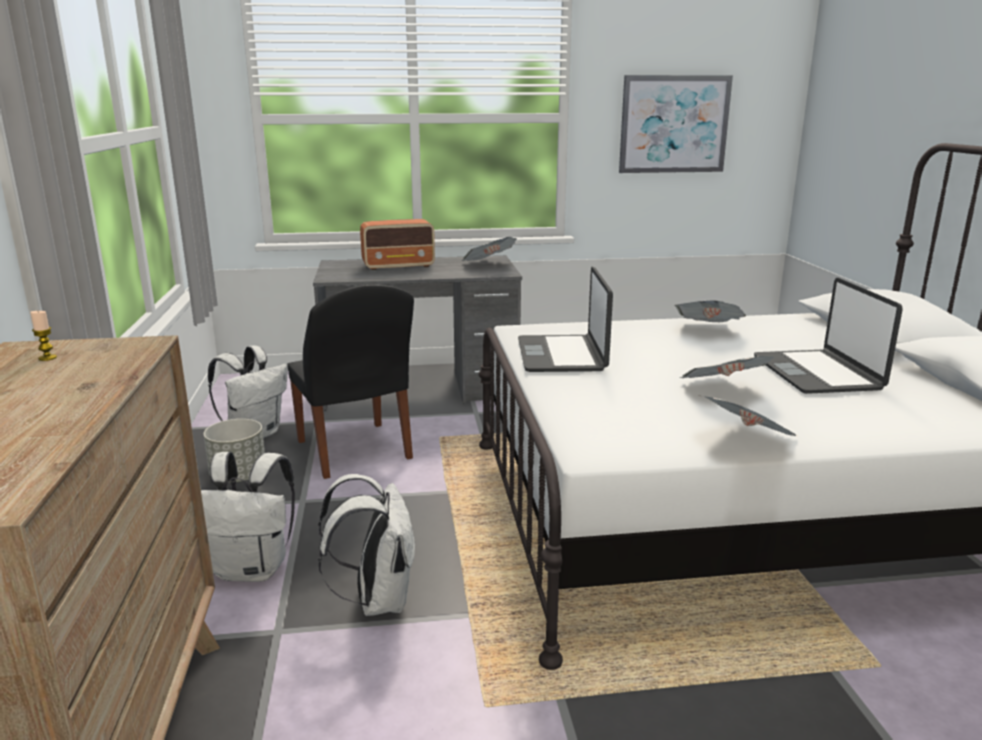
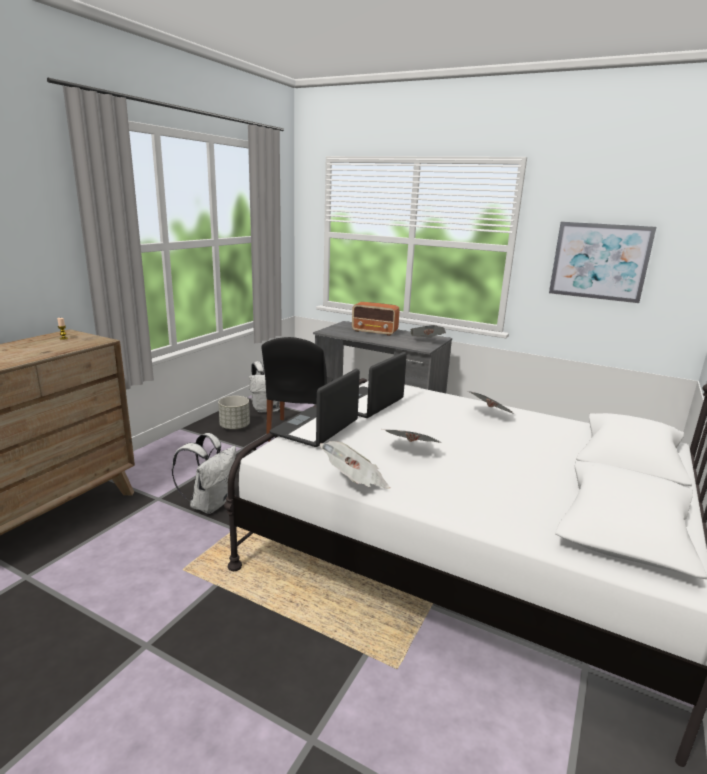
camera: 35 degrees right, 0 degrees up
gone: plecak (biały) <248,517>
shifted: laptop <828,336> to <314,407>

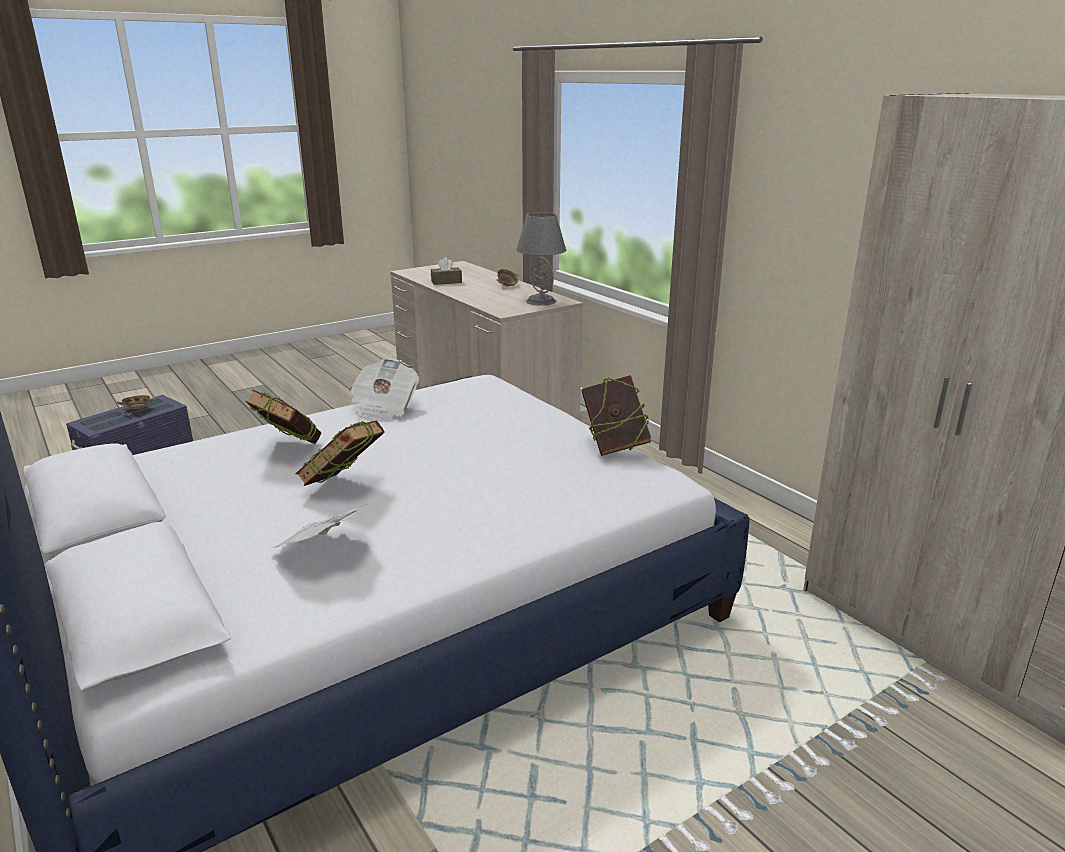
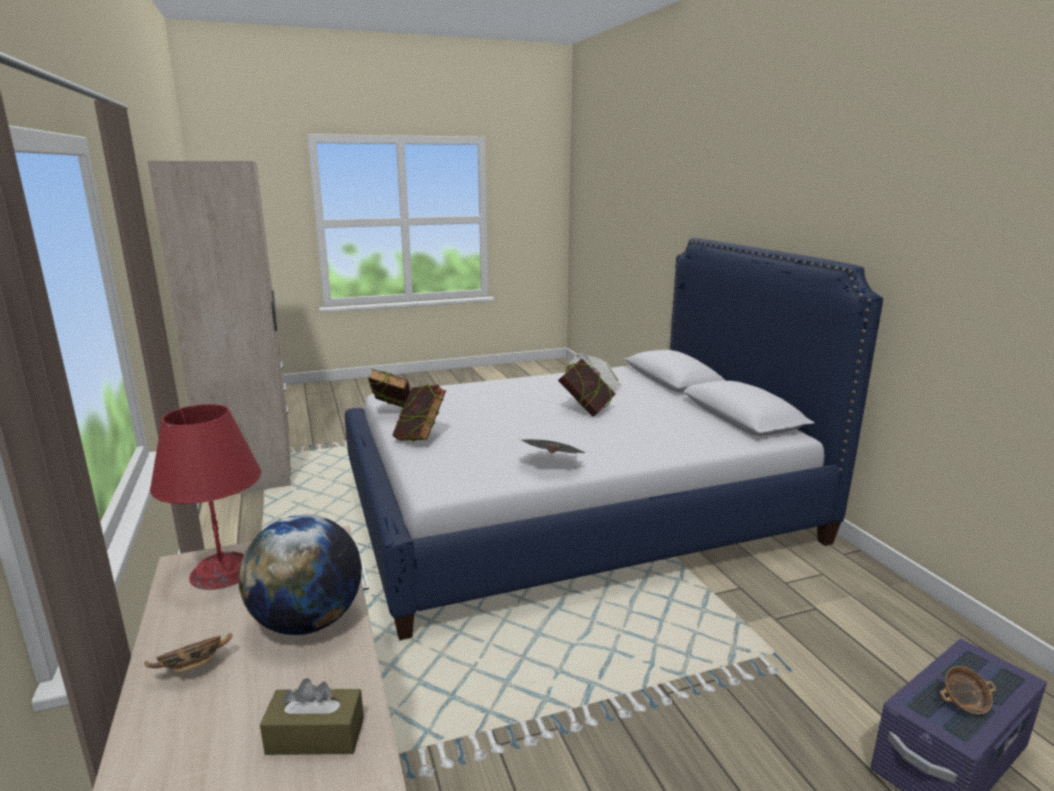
camera: 165 degrees left, 5 degrees down
new: globus <300,574>
shifted: książka <283,416> to <419,412>
repainted: lampa stołowa (szary) <541,259> to lampa stołowa (czerwony) <205,497>

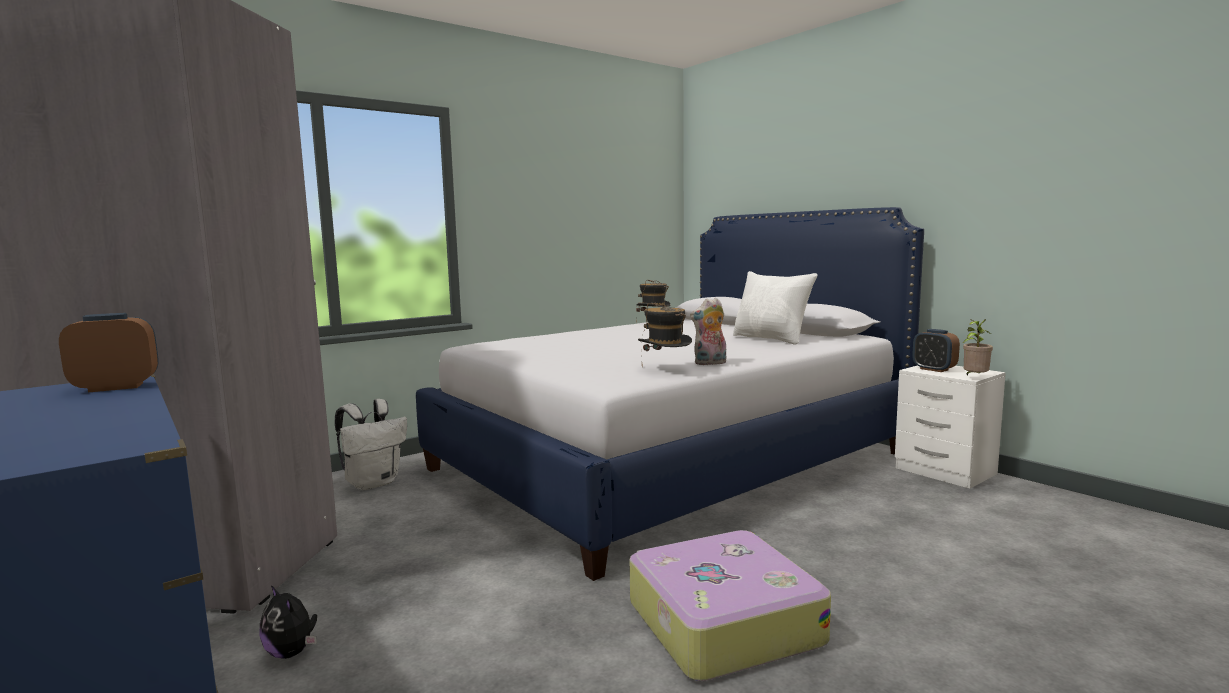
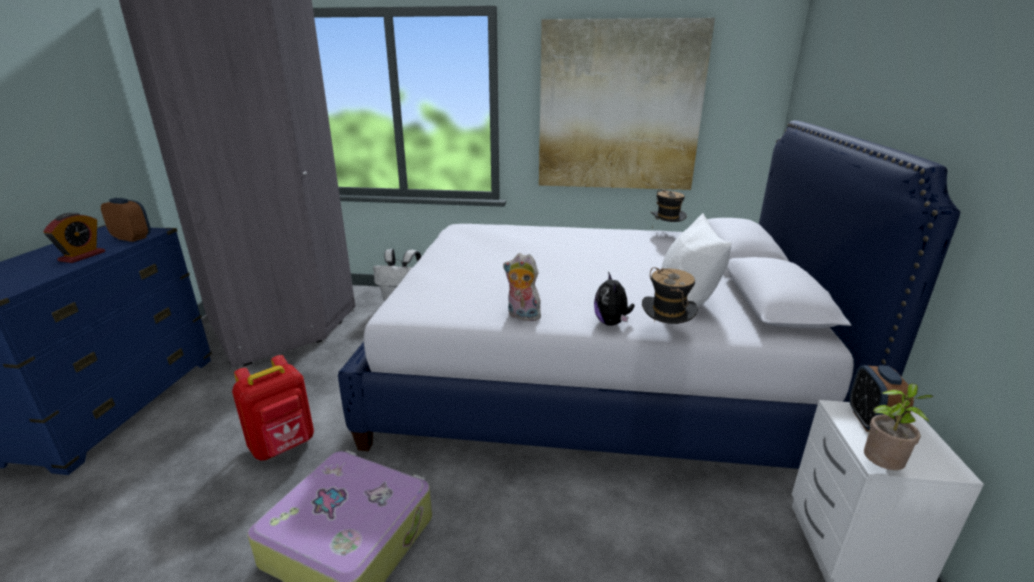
camera: 45 degrees right, 15 degrees up
new: budzik <74,238>; plecak (czerwony) <273,408>; obraz <627,104>
shifted: pluszak <288,622> to <614,299>; kapelusz <665,328> to <670,295>

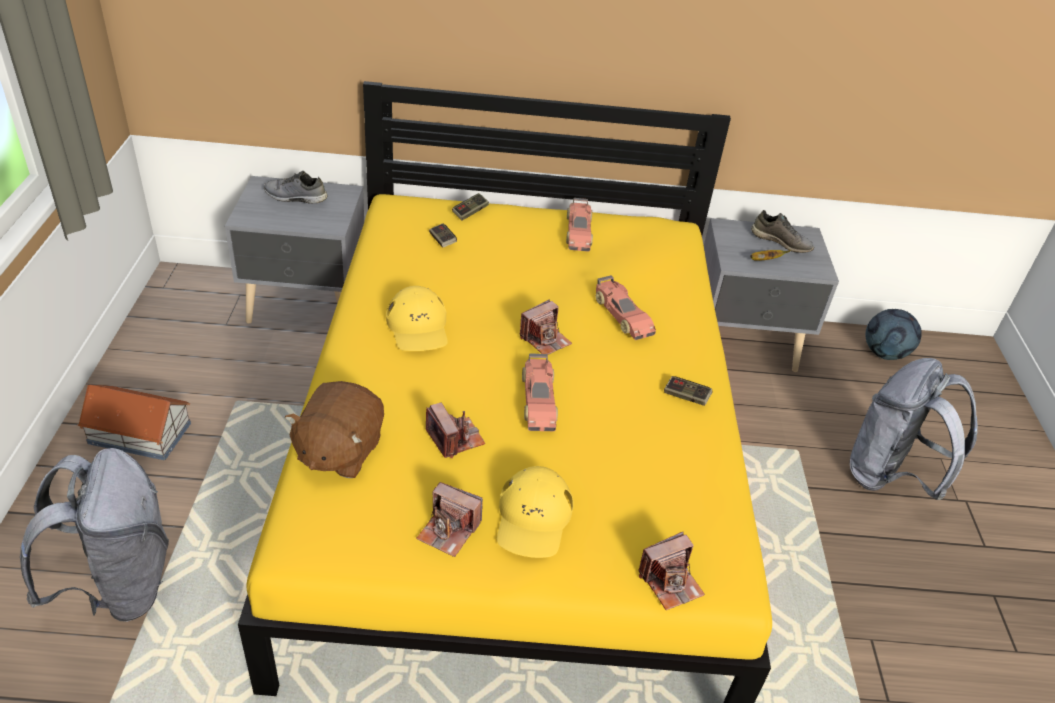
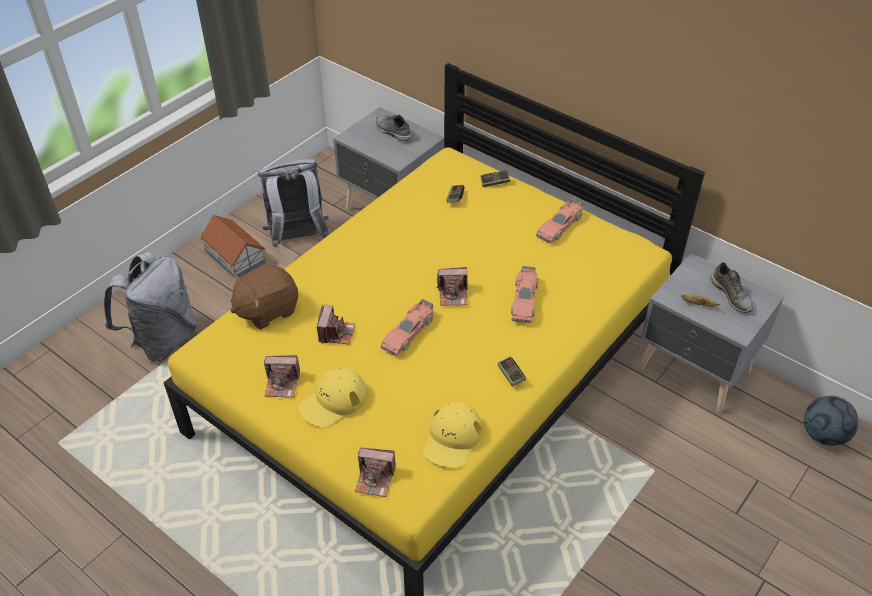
camera: 40 degrees right, 5 degrees up
shifted: czapka z daszkiem (żółty) <417,318> to <452,435>; plecak (szary) <914,429> to <293,203>
rotated: aparat fotograficzny <449,519> = <282,376> 60 degrees counterclockwise

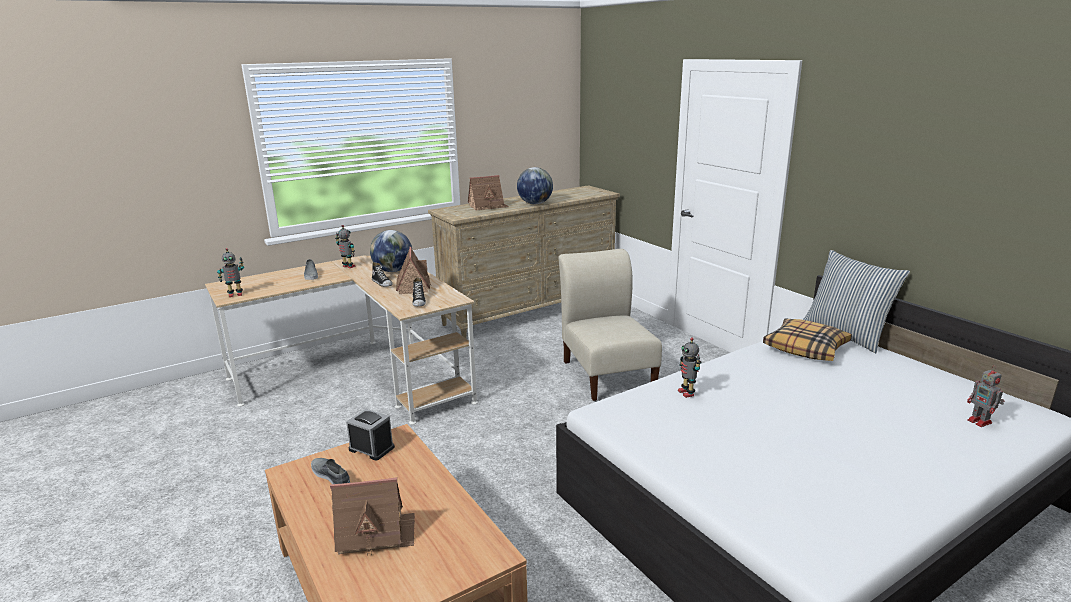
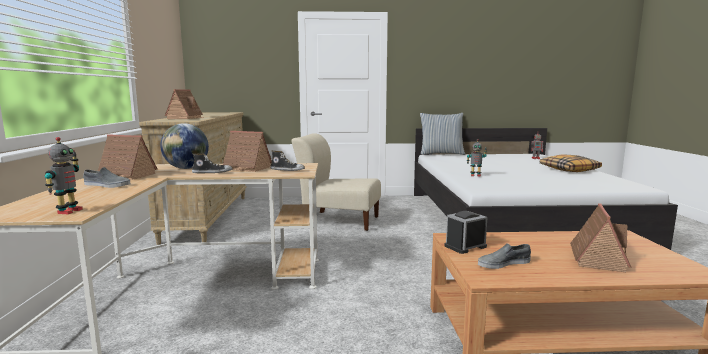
camera: 60 degrees left, 10 degrees down
gone: globus <535,185>
shifted: poduszka <807,340> to <571,163>
swapped: robot zabawkowy <345,246> to domek <128,157>

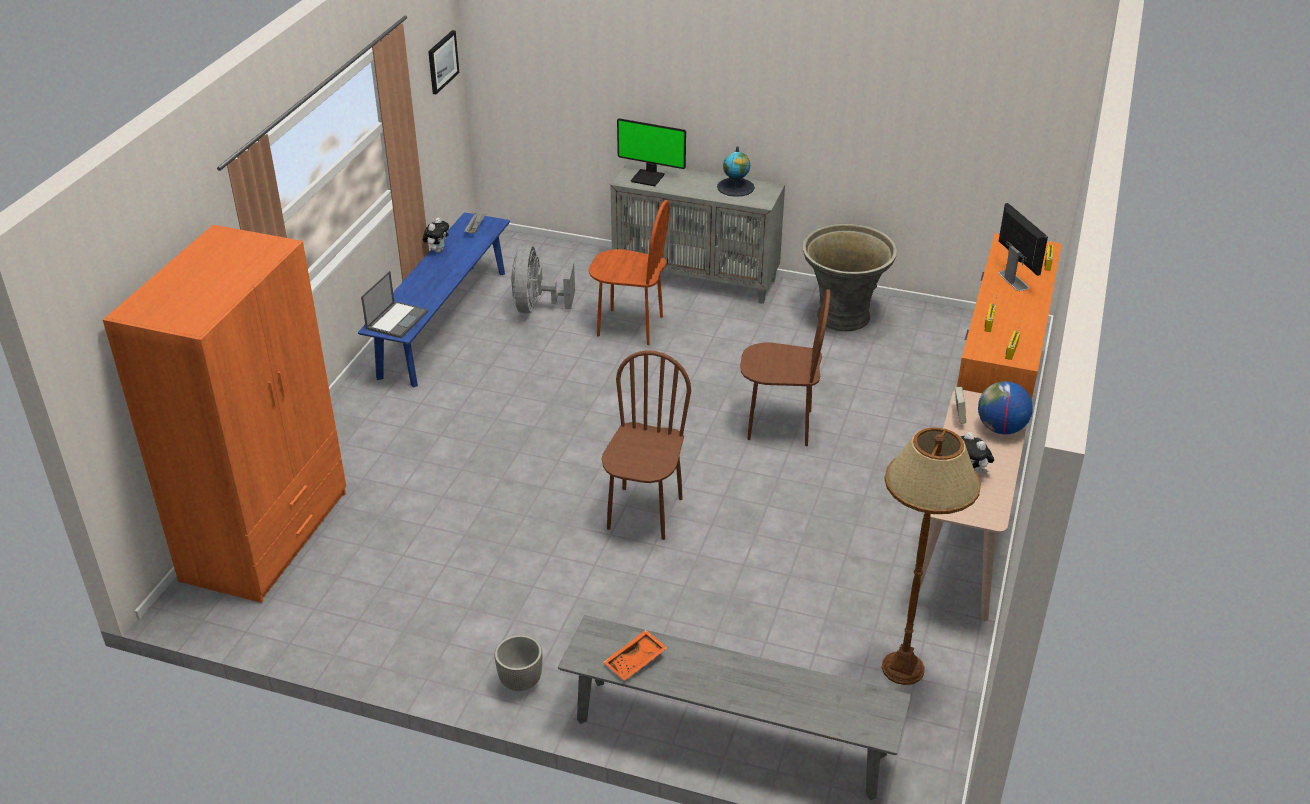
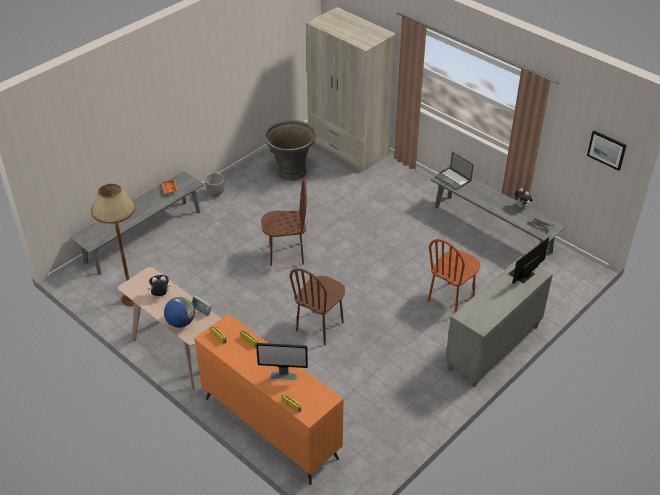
camera: 115 degrees right, 5 degrees up
gone: wentylator (szary) <543,279>; globus <736,171>
shifted: donica (szary) <849,277> to <290,150>
repainted: szafa (pomarańczowy) <224,414> to szafa (beżowy) <351,89>; ławka (niebieski) <434,300> to ławka (szary) <498,215>
rotated: krzesło (brązowy) <646,445> = <284,223> 45 degrees counterclockwise

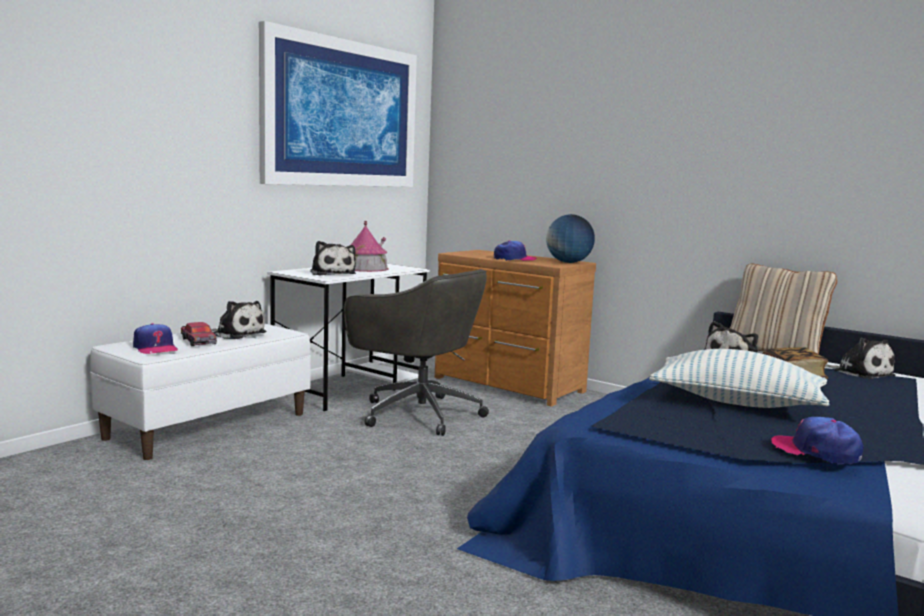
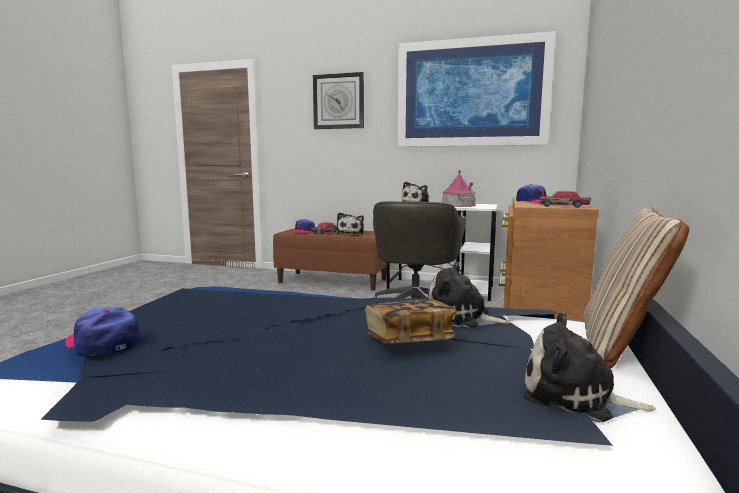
camera: 70 degrees right, 0 degrees up
gone: poduszka <739,378>
new: zegar ścienny <338,100>
swapped: globus <570,238> to samochodzik <565,199>
repainted: ławka (biały) <200,392> to ławka (brązowy) <330,259>
rotated: czapka z daszkiem <817,441> = <102,331> 75 degrees counterclockwise; pluszak <860,358> = <590,367> 75 degrees clockwise

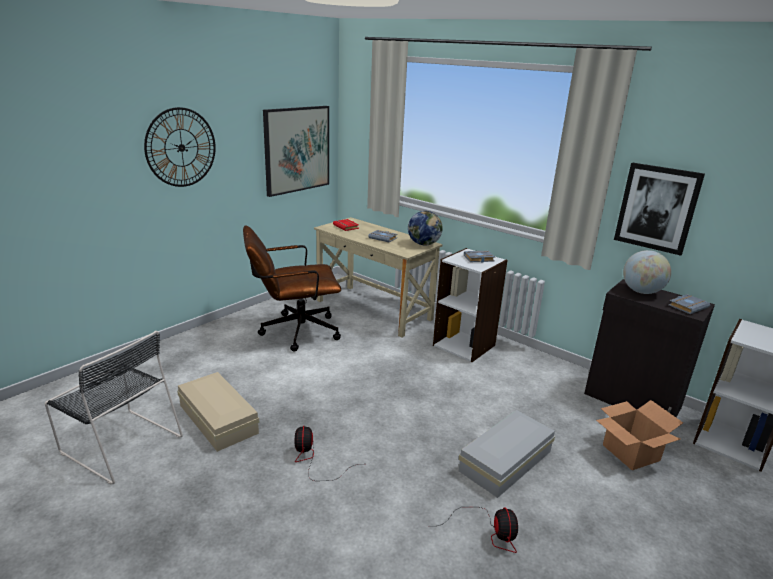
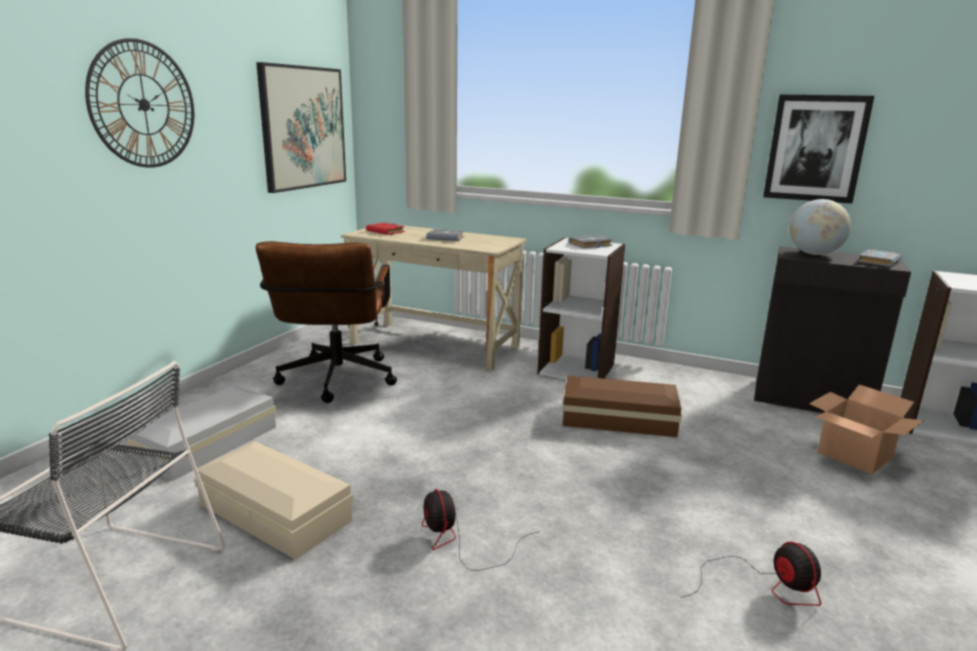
camera: 15 degrees left, 5 degrees down
gone: globus <425,228>
new: pojemnik do przechowywania (brązowy) <622,406>
shifted: pojemnik do przechowywania (biały) <507,454> to <201,433>
rotated: krzesło biurowe (brązowy) <292,288> = <326,322> 60 degrees counterclockwise

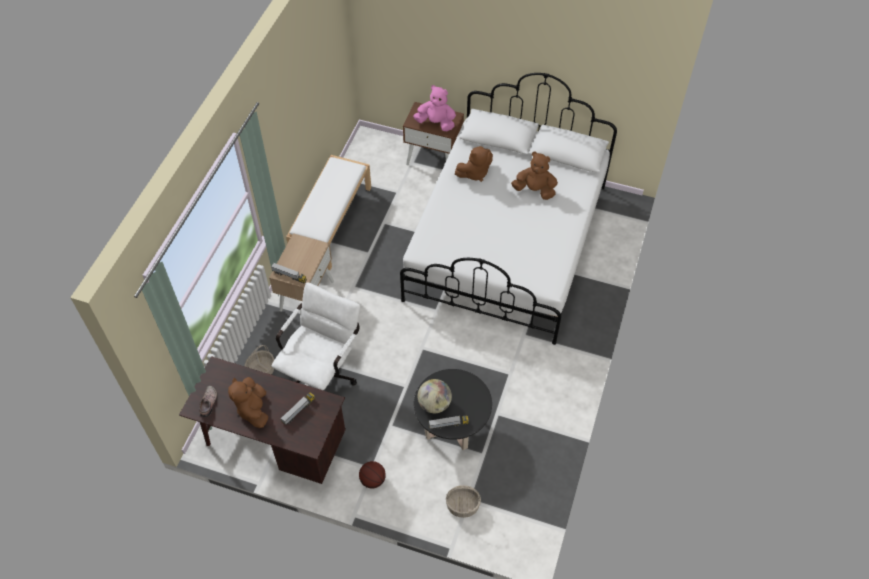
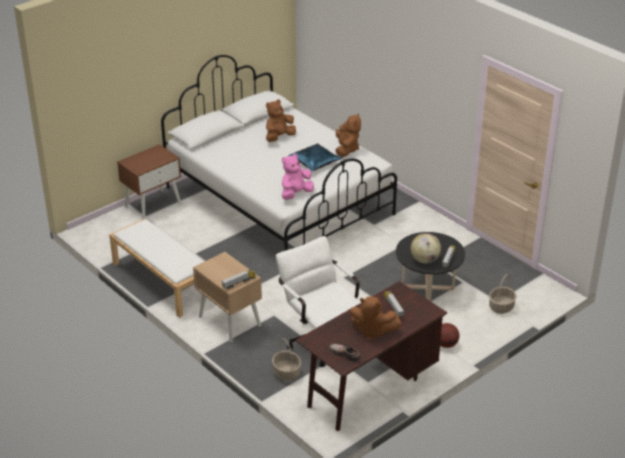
camera: 60 degrees left, 20 degrees down
new: poduszka (niebieski) <316,157>
shifted: pluszak (różowy) <434,108> to <298,177>; pluszak (brązowy) <474,164> to <348,135>

